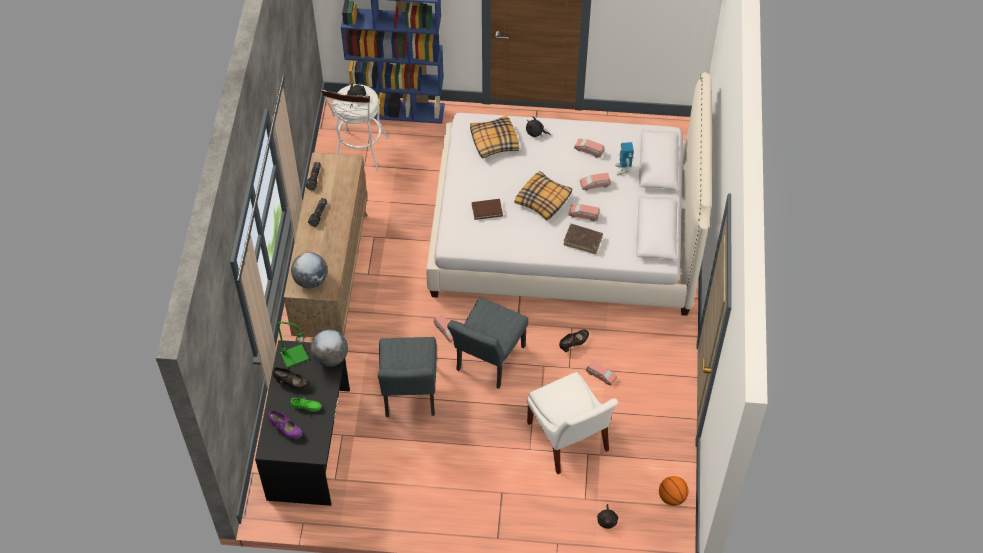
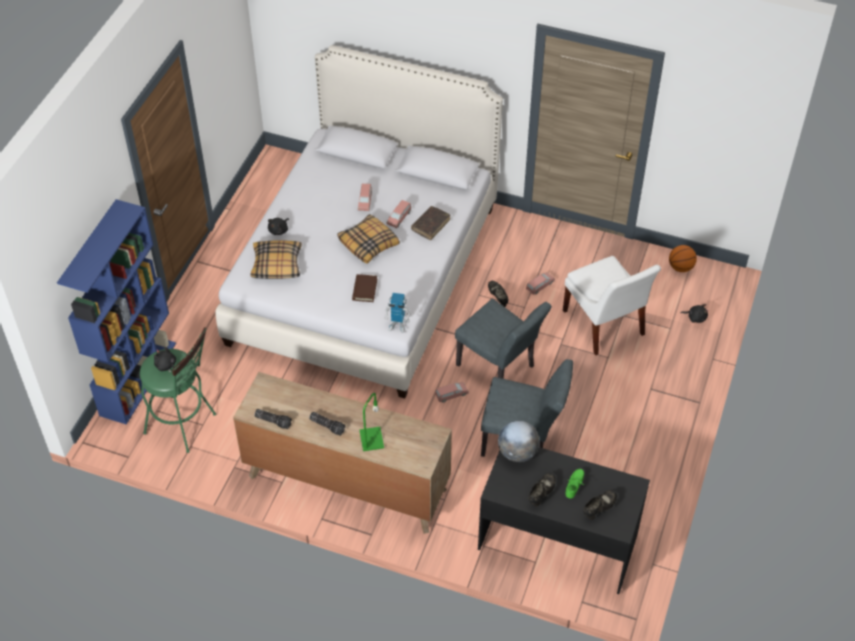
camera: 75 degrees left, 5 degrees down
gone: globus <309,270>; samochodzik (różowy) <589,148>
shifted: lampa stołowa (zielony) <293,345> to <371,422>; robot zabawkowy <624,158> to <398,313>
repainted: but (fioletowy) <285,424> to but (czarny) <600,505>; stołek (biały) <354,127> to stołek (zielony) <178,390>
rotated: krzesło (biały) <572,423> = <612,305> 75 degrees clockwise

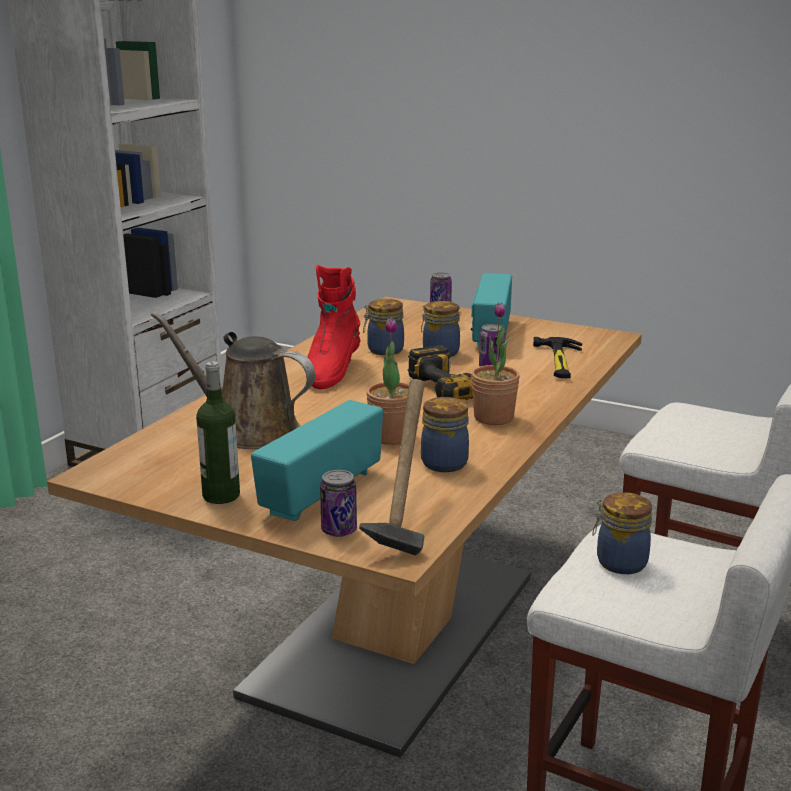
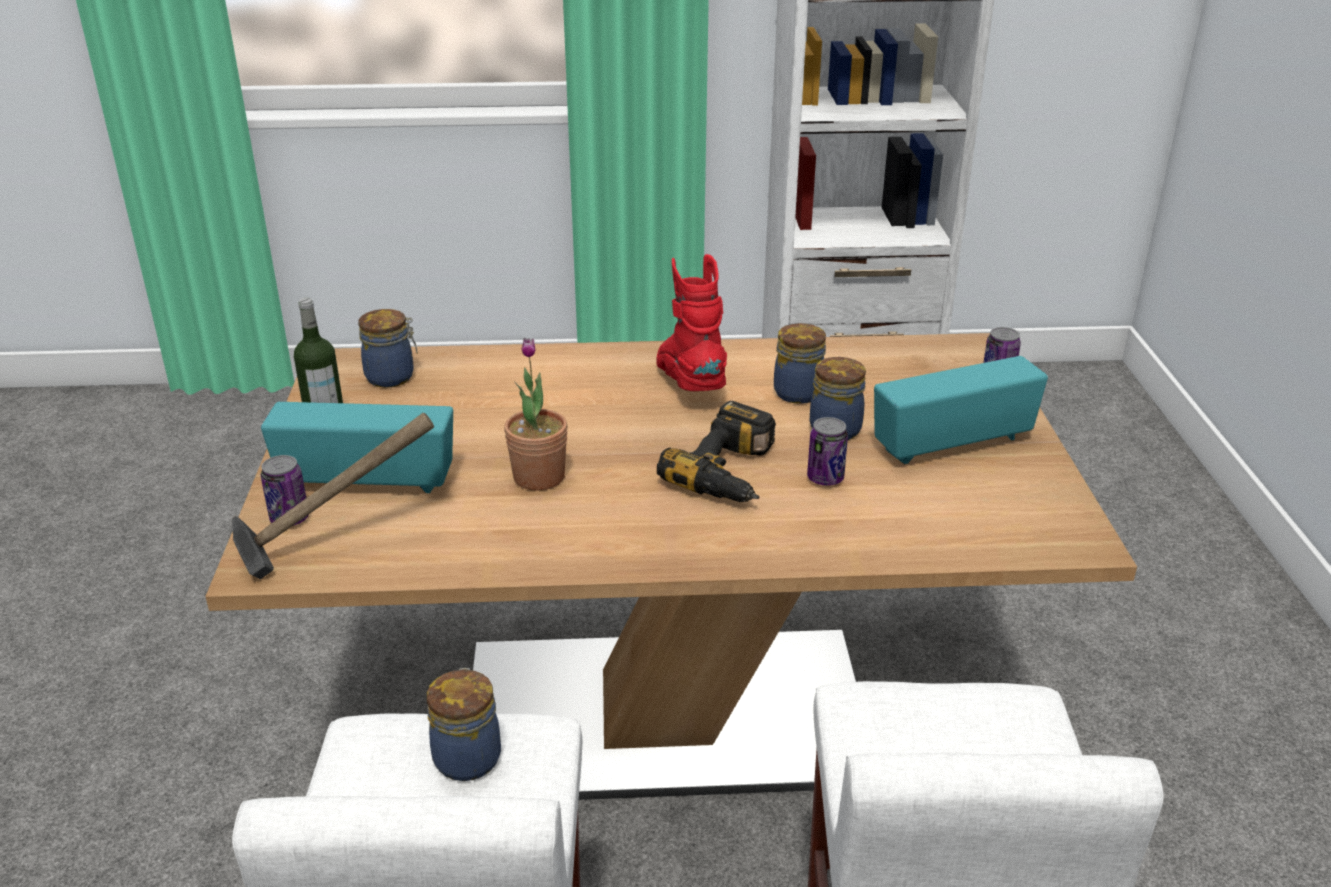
camera: 60 degrees right, 10 degrees up
gone: konewka (brązowy) <233,380>; roślina doniczkowa <495,363>; młotek <557,357>
shifted: słoik <445,434> to <388,348>
rotated: but z cholewką (czerwony) <333,327> = <691,322> 90 degrees clockwise

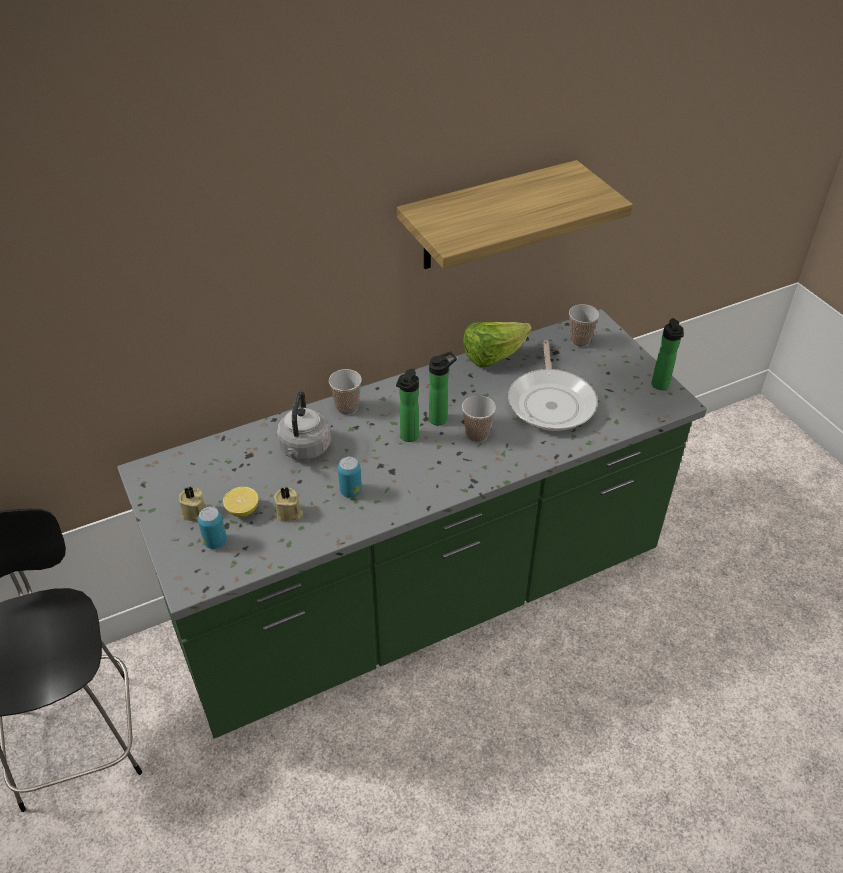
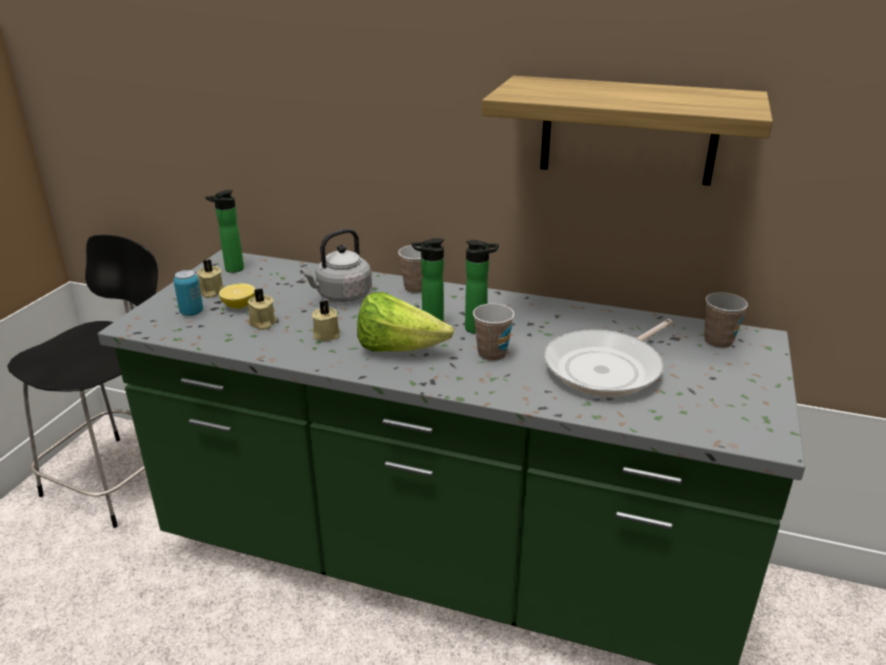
camera: 45 degrees right, 15 degrees down
shifted: sałata <497,344> to <405,322>; butelka <667,354> to <224,231>
swapped: puszka <350,477> to świeca (beżowy) <326,320>

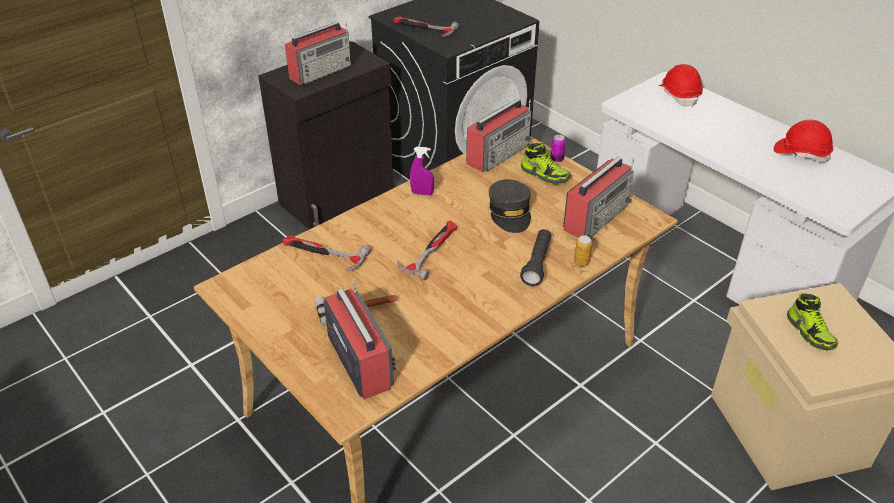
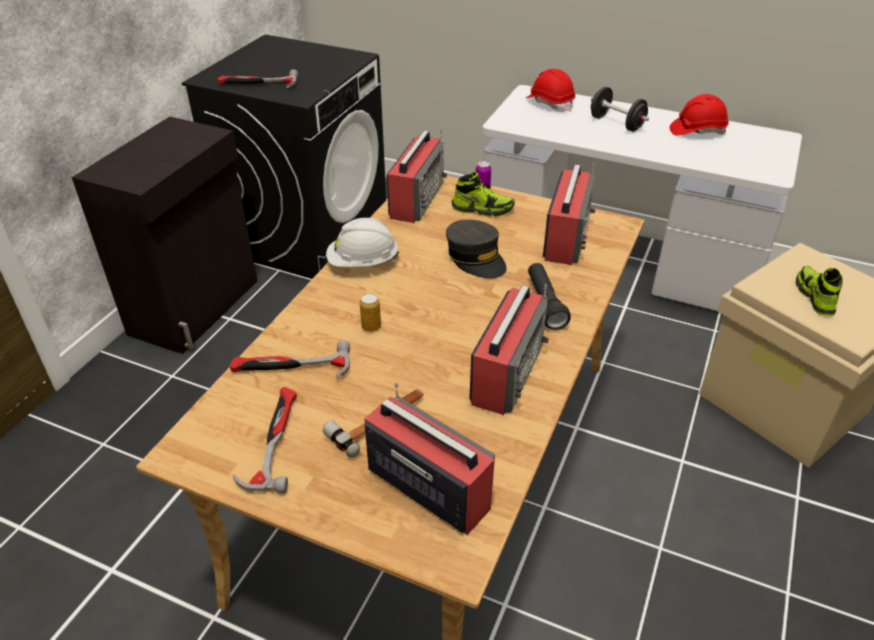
camera: 25 degrees left, 0 degrees up
new: hantel (czarny) <620,109>
shifted: radio <318,53> to <509,349>; młotek <427,251> to <264,440>; puszka <583,250> to <370,312>
swapped: spryskiwacz (fioletowy) <422,171> to kask (biały) <362,242>
rotated: but <812,321> = <819,291> 135 degrees counterclockwise

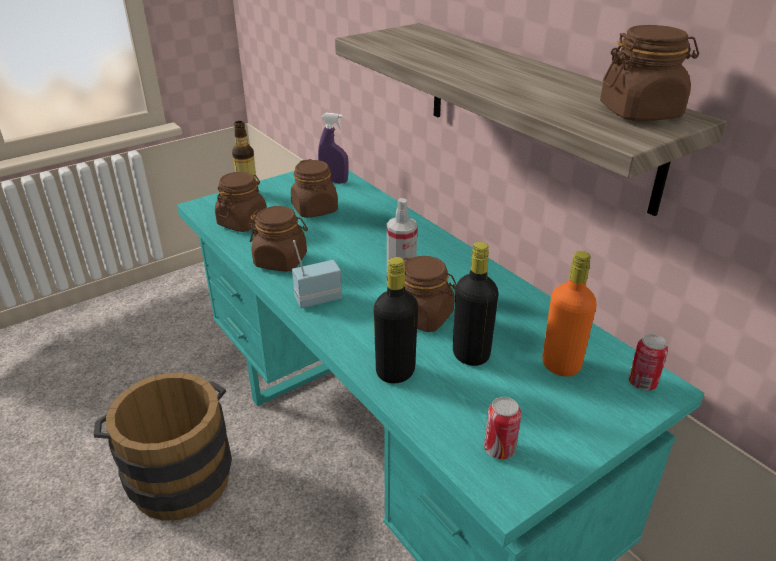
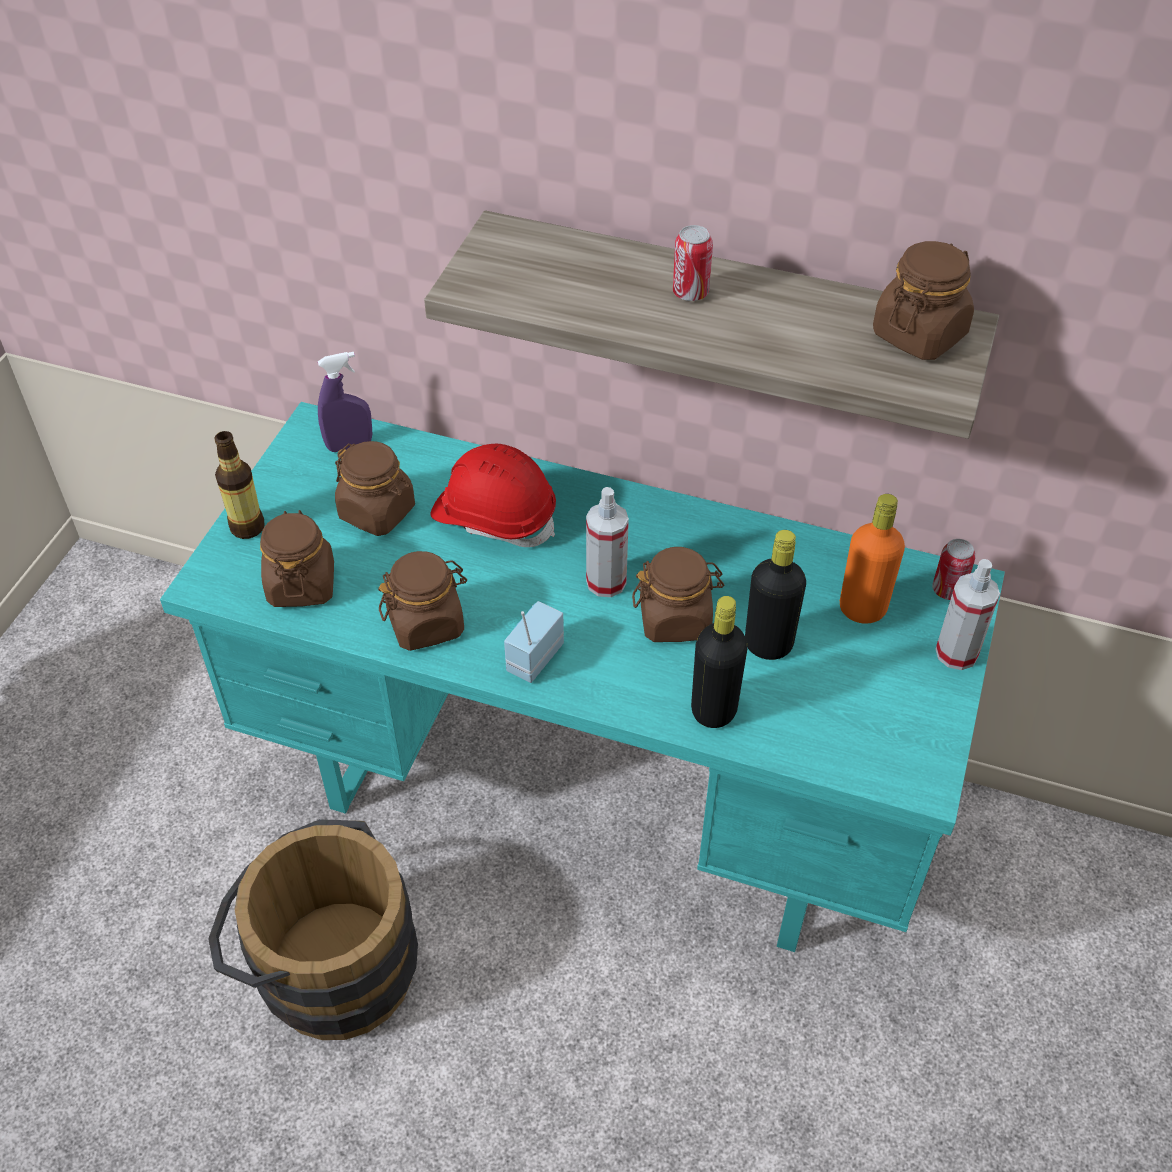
camera: 35 degrees left, 15 degrees up
new: kask (czerwony) <493,495>; spryskiwacz <967,614>
shifted: puszka <502,428> to <693,263>

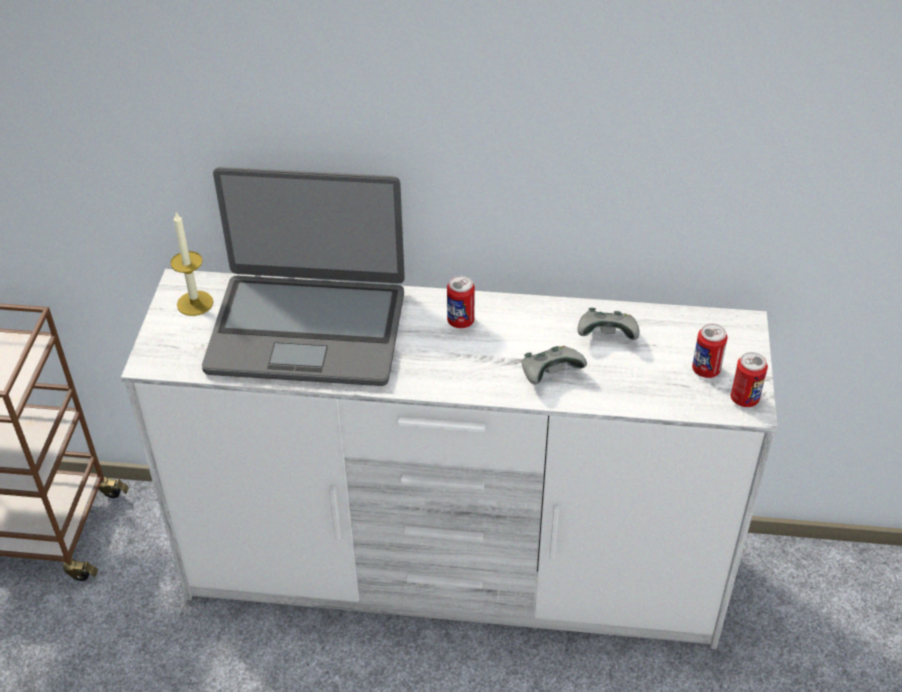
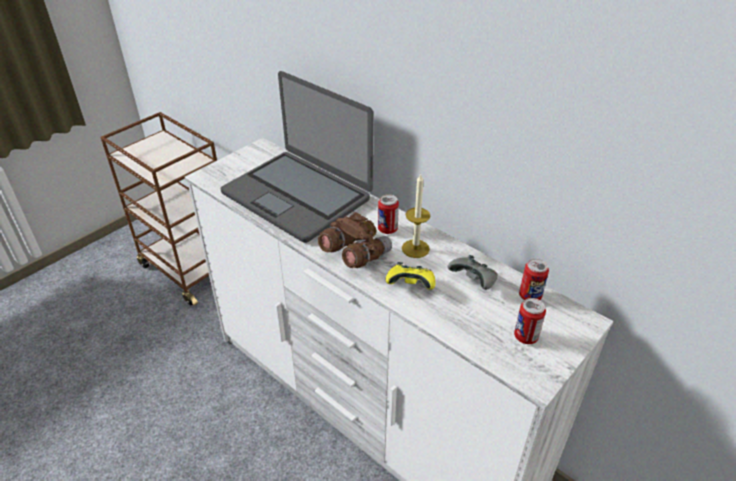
camera: 35 degrees right, 5 degrees down
new: lornetka (brązowy) <355,240>
shifted: świeca <191,264> to <416,216>; puszka <749,379> to <534,279>
repainted: pad do gier (szary) <554,365> to pad do gier (żółty) <410,276>

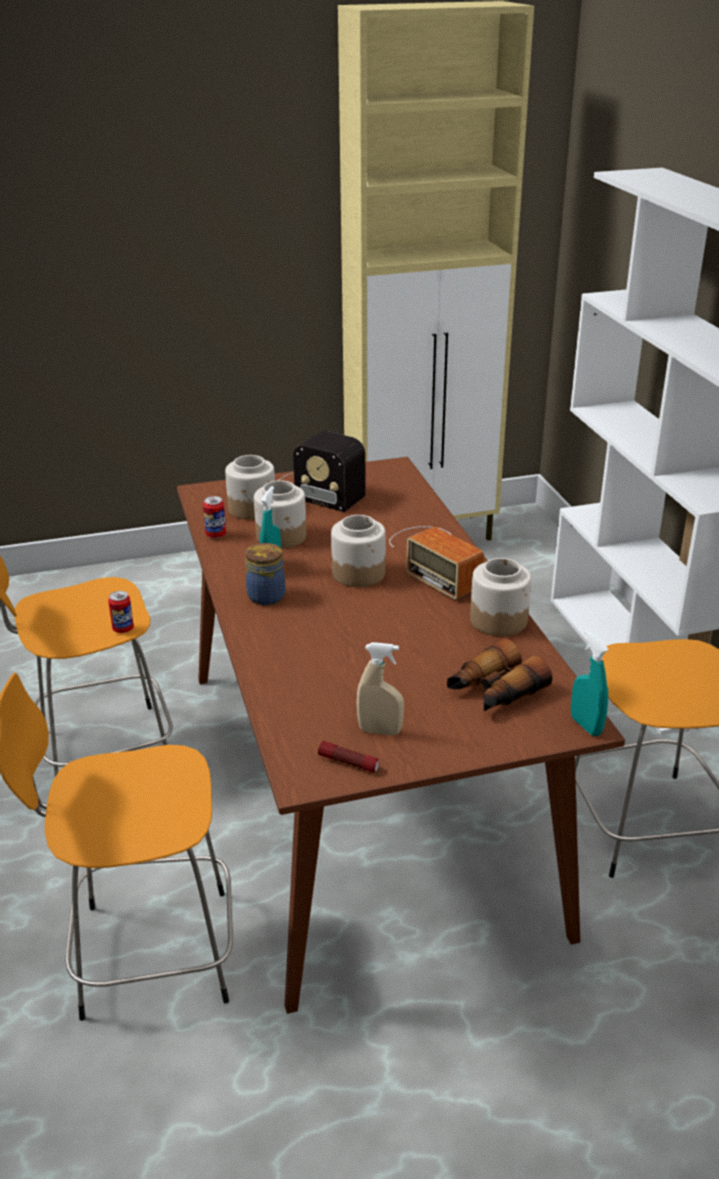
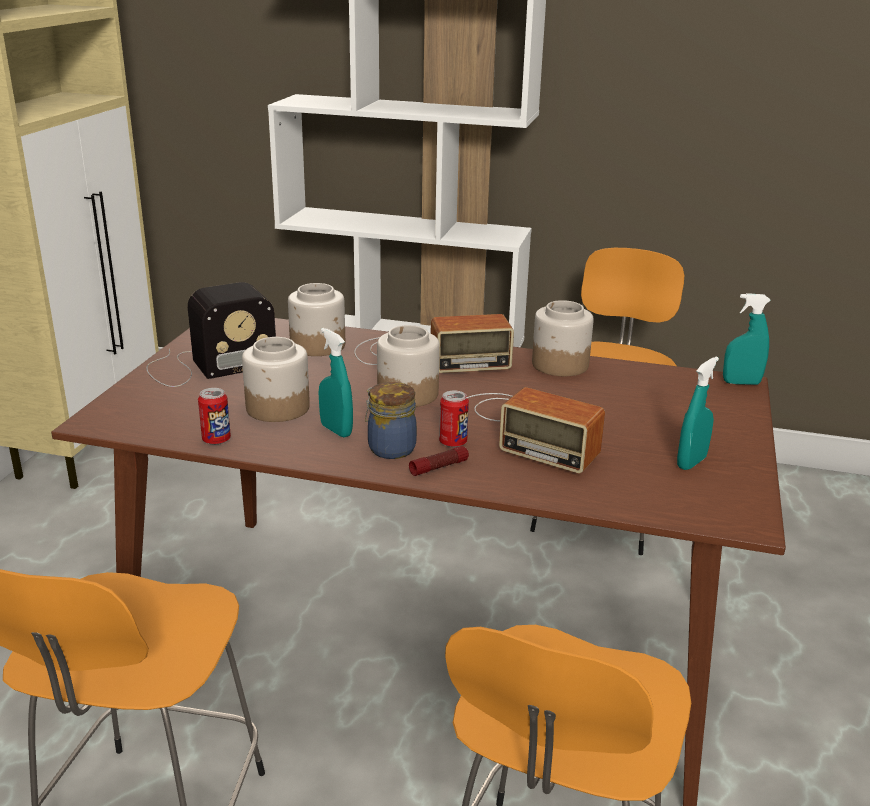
camera: 60 degrees left, 5 degrees down
gone: lornetka <499,674>
new: radio <536,430>
shifted: puszka <121,612> to <454,419>; słoik <250,487> to <316,319>; latarka <348,757> to <439,461>
repainted: spryskiwacz (beżowy) <380,688> to spryskiwacz (turkusowy) <698,413>

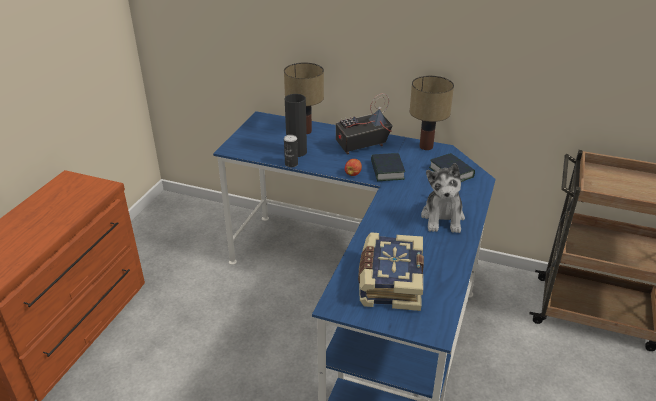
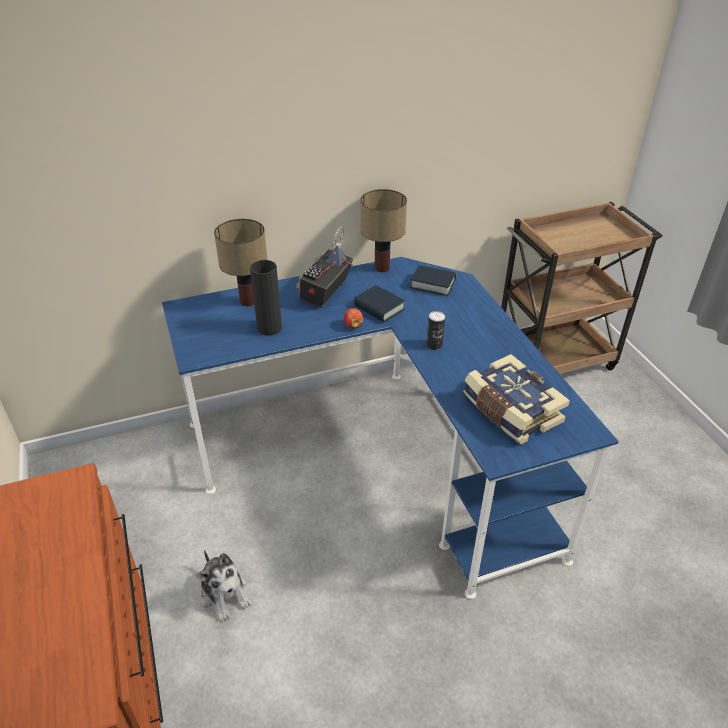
camera: 40 degrees left, 5 degrees up
shifted: puszka <291,151> to <435,330>; pluszak <443,198> to <224,586>

